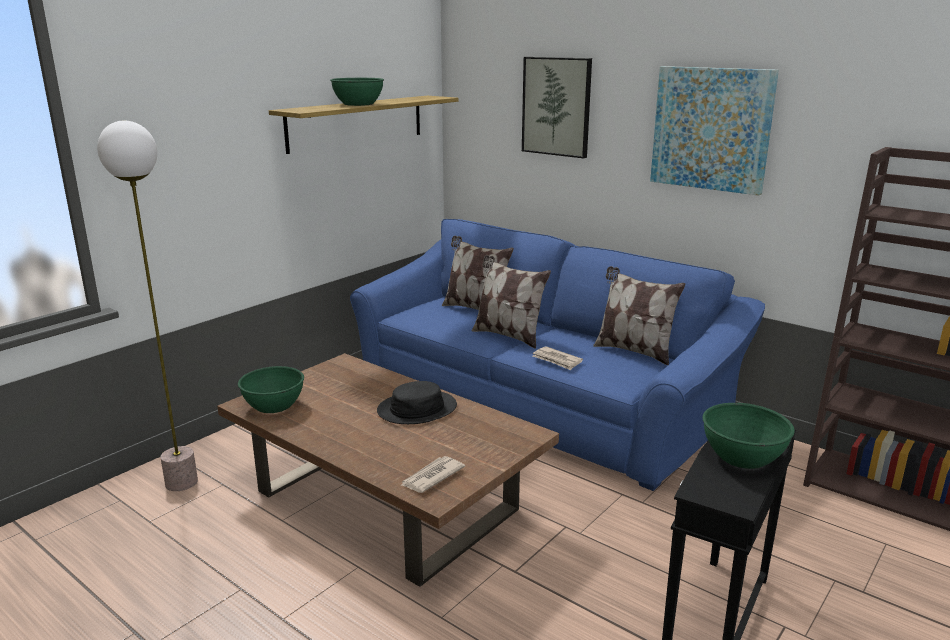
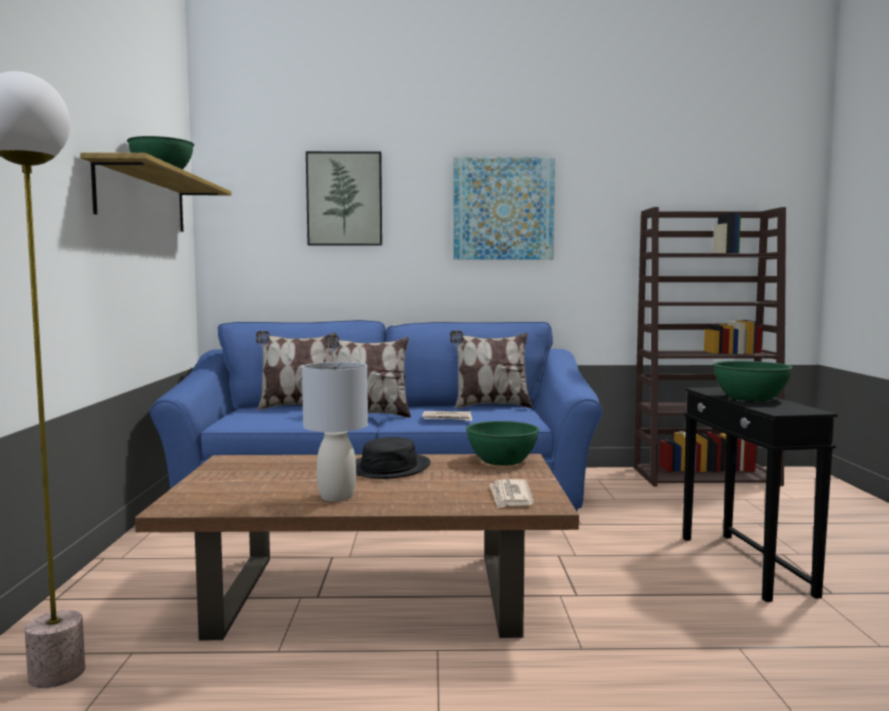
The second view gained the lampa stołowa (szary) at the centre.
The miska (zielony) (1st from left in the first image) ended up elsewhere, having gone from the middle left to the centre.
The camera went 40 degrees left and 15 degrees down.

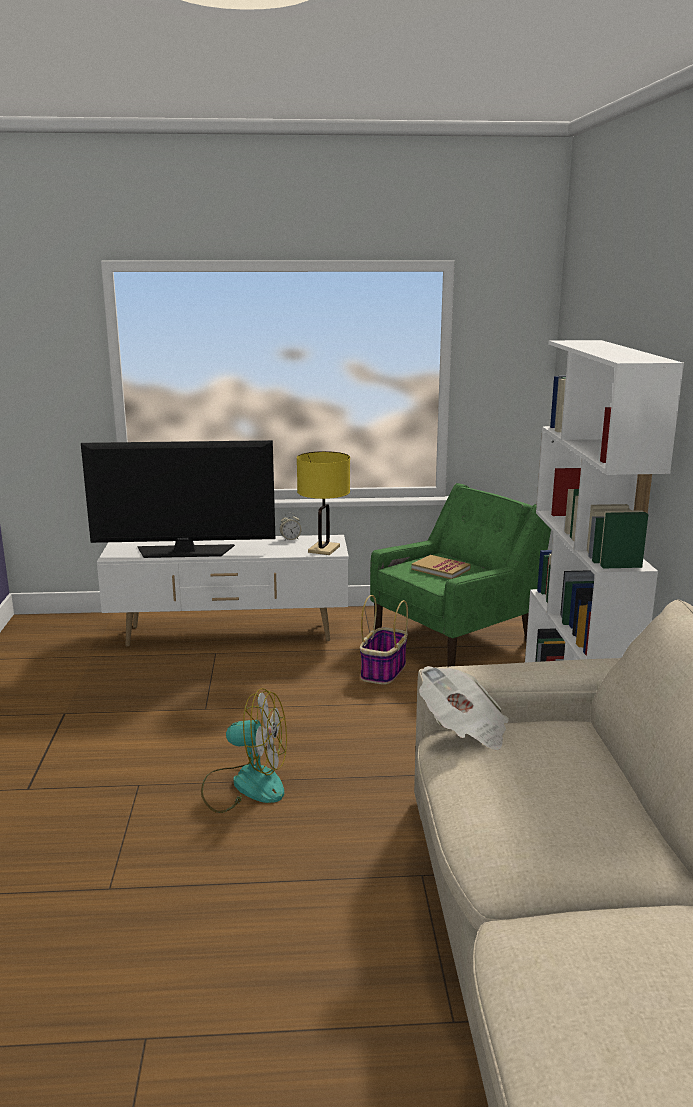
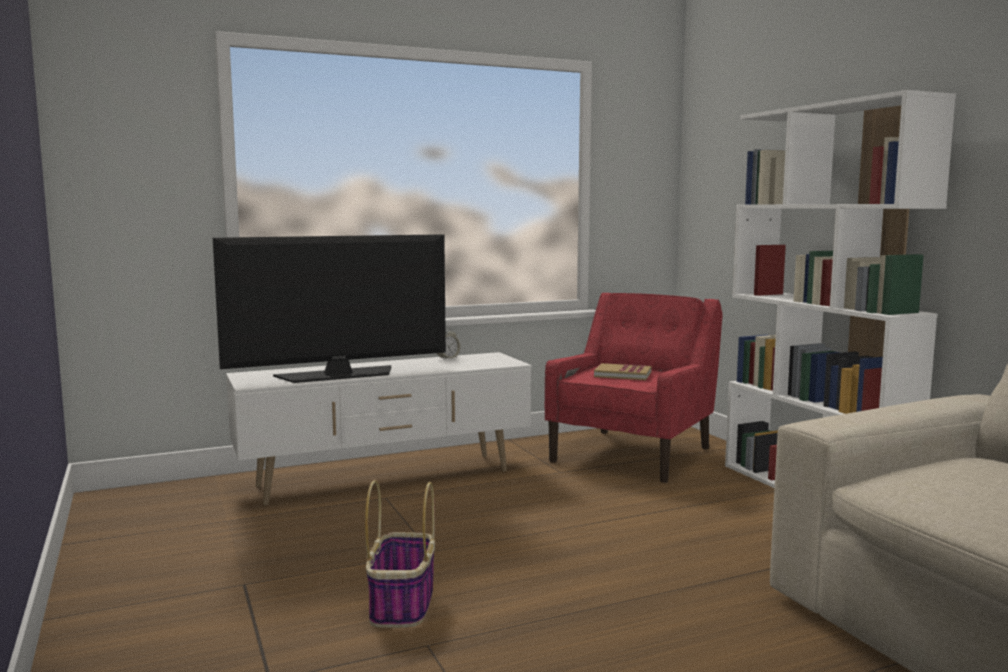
The koszyk ended up elsewhere, having gone from the centre to the bottom centre.
What was the fotel (zielony) at the centre turned into the fotel (czerwony) at the centre.
The second view lost the wentylator at the bottom centre.
The second view lost the lampa stołowa (żółty) at the centre.
The second view lost the gazeta at the middle right.
The camera went 20 degrees left and 10 degrees down.

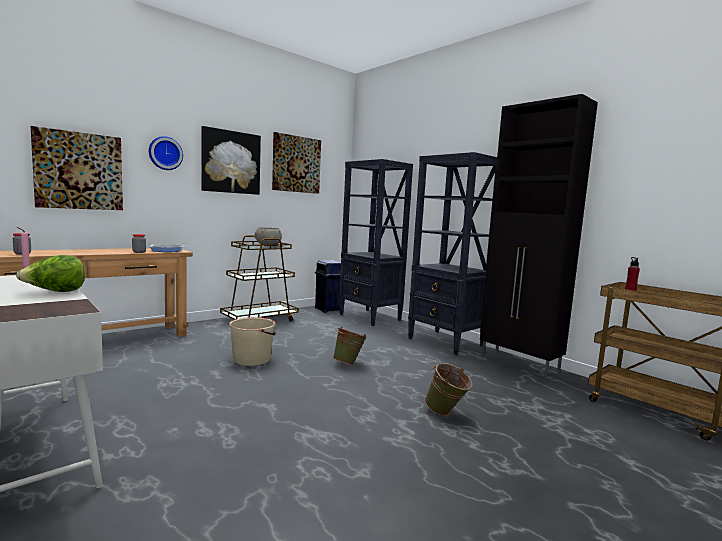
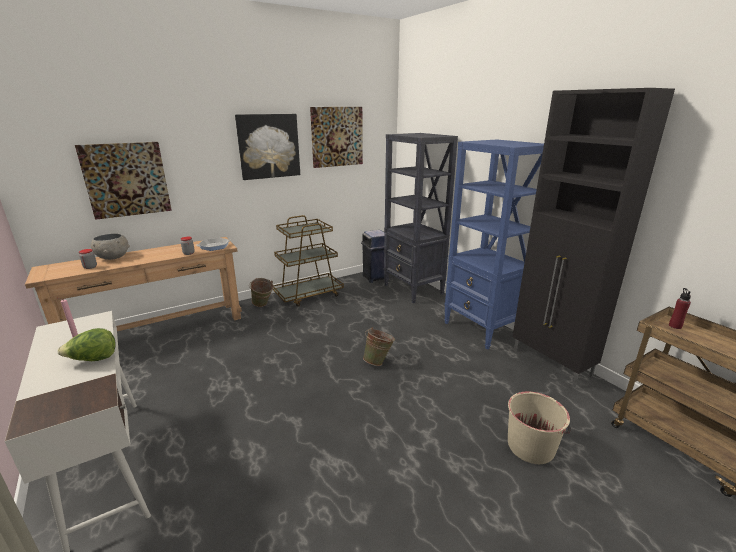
The miska (szary) ended up elsewhere, having gone from the centre to the middle left.
The wiadro (zielony) (2nd from left in the first image) ended up elsewhere, having gone from the bottom centre to the centre.
What was the regał (czarny) (2nd from left) at the centre turned into the regał (niebieski) at the middle right.
The wiadro (beżowy) ended up elsewhere, having gone from the centre to the bottom right.
The second view lost the zegar ścienny at the top left.
The camera went 10 degrees right and 15 degrees up.

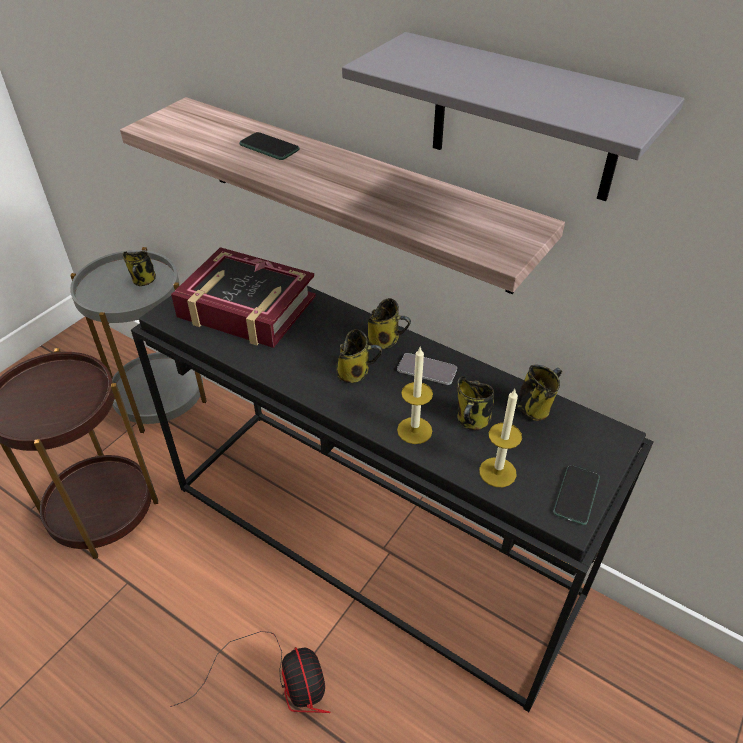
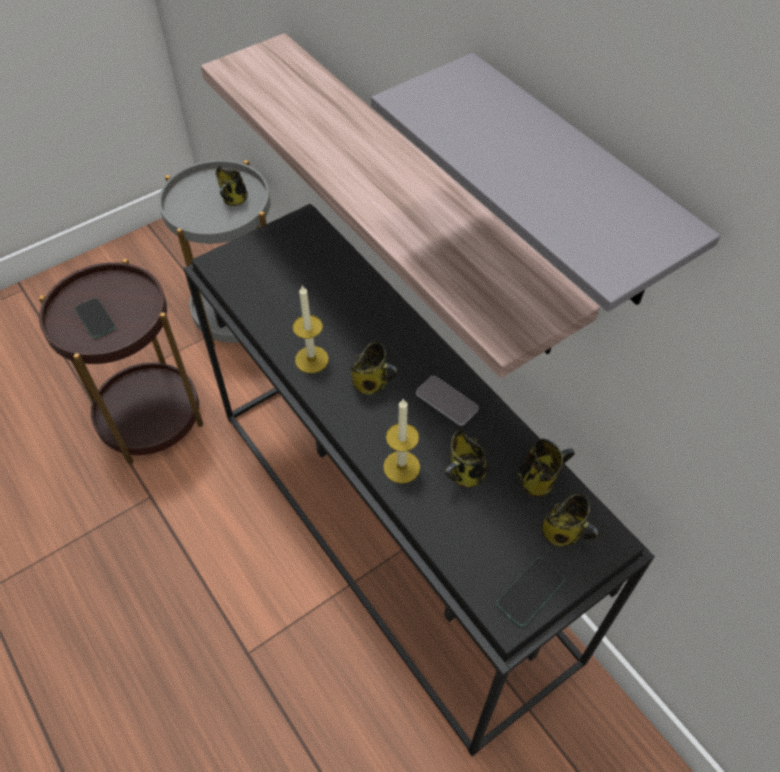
The telefon (1st from left) ended up elsewhere, having gone from the top centre to the middle left.
The świeca (2nd from left in the first image) ended up elsewhere, having gone from the middle right to the centre.
The kubek (3rd from left in the first image) ended up elsewhere, having gone from the centre to the bottom right.
The second view lost the wentylator at the bottom centre.
The second view lost the książka at the middle left.
The camera went 20 degrees right and 10 degrees up.

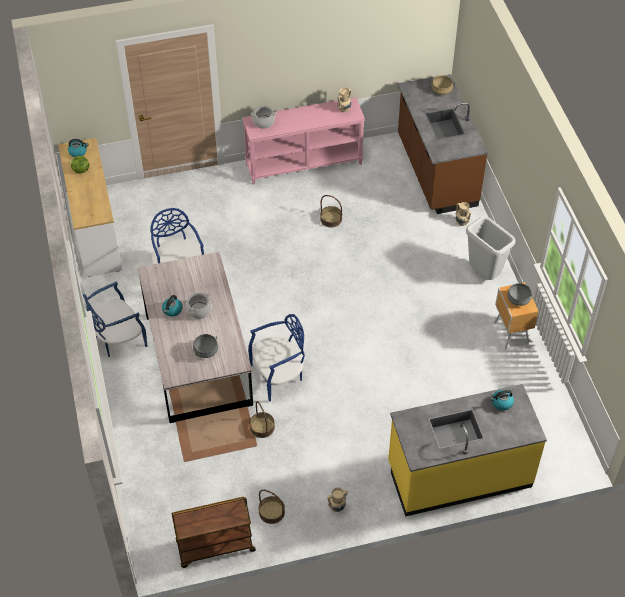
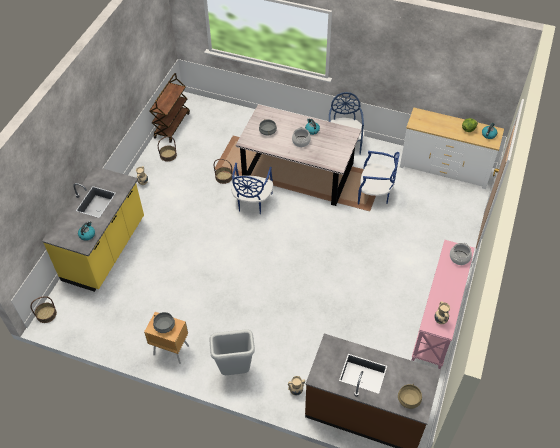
The koszyk (3rd from left in the first image) ended up elsewhere, having gone from the centre to the bottom left.
The camera went 125 degrees right and 0 degrees up.

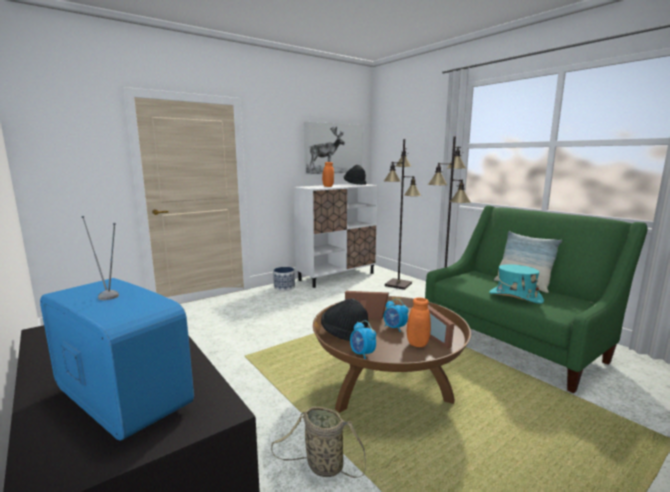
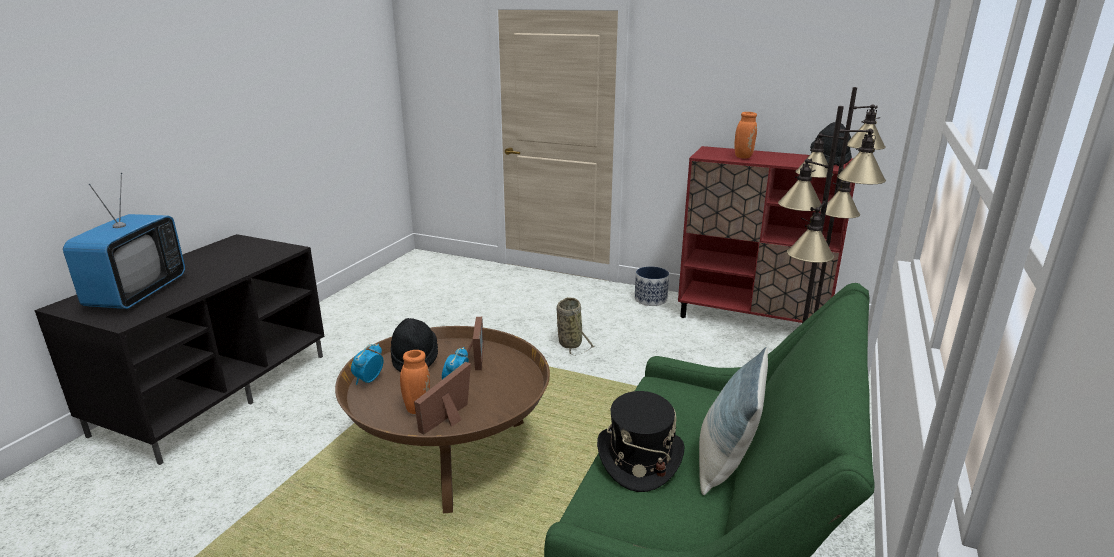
The koszyk ended up elsewhere, having gone from the bottom centre to the centre.
What was the kapelusz (turkusowy) at the middle right turned into the kapelusz (czarny) (2nd from left) at the bottom centre.
What was the szafka (biały) at the centre turned into the szafka (czerwony) at the middle right.
The second view lost the obraz at the top centre.
The camera went 60 degrees right and 10 degrees up.

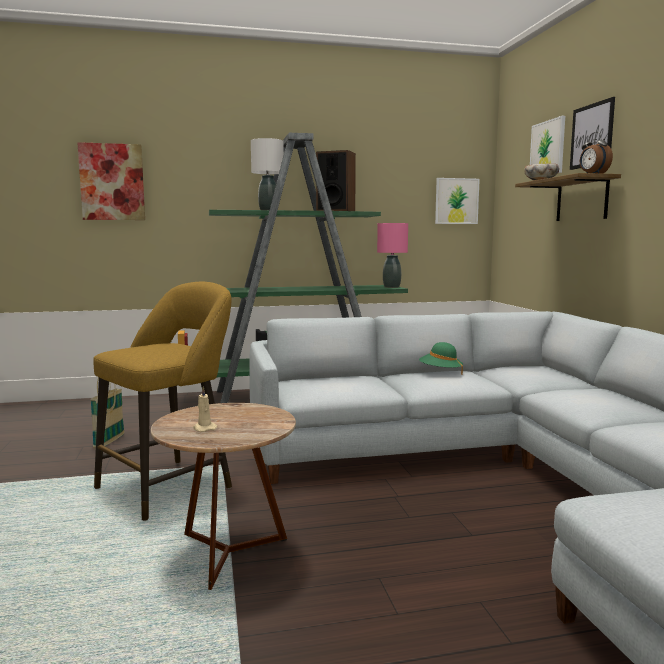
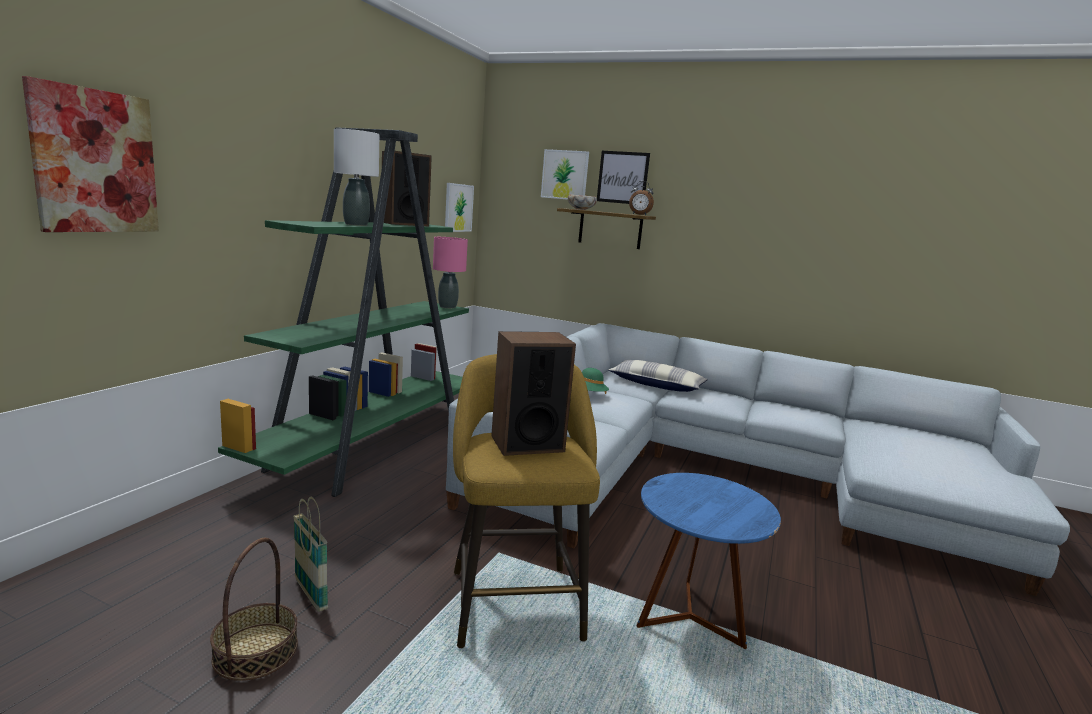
The second view gained the koszyk (1st from left) at the bottom left.
The second view gained the głośnik (2nd from left) at the centre.
The second view gained the poduszka at the centre.
What was the stolik (brązowy) at the bottom centre turned into the stolik (niebieski) at the bottom centre.
The second view lost the świeca (beżowy) at the middle left.
The camera went 55 degrees left and 5 degrees up.

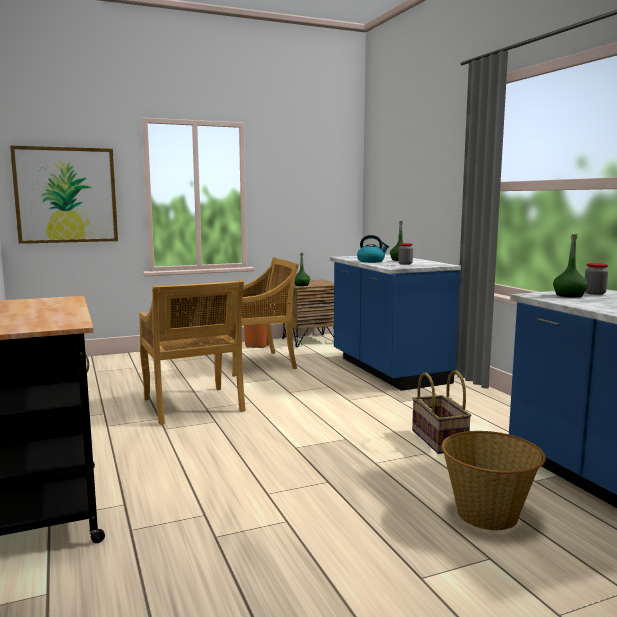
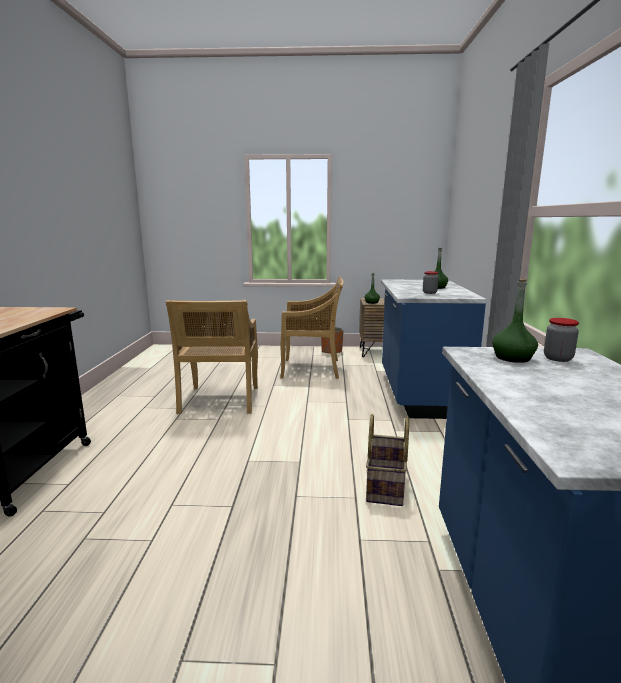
The second view lost the obraz at the top left.
The second view lost the czajnik at the centre.
The second view lost the koszyk (2nd from left) at the bottom right.
The camera went 25 degrees right and 5 degrees up.

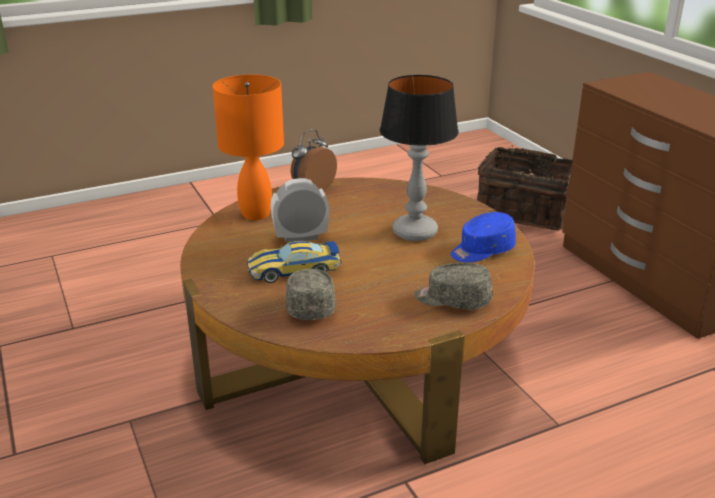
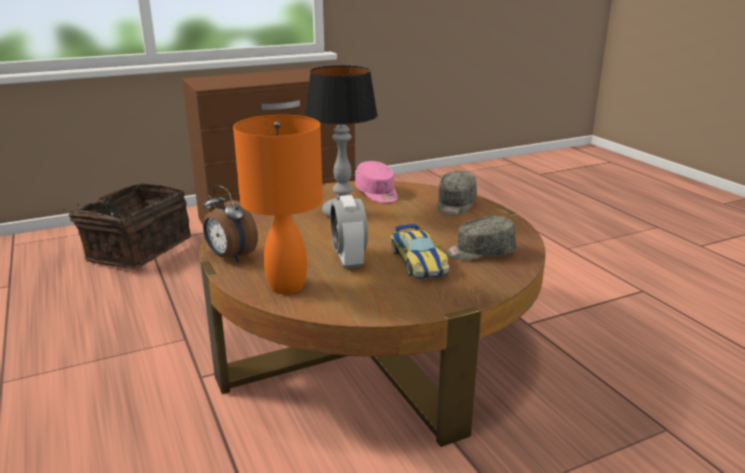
What was the czapka z daszkiem (niebieski) at the middle right turned into the czapka z daszkiem (różowy) at the centre.
The camera went 90 degrees left and 5 degrees down.

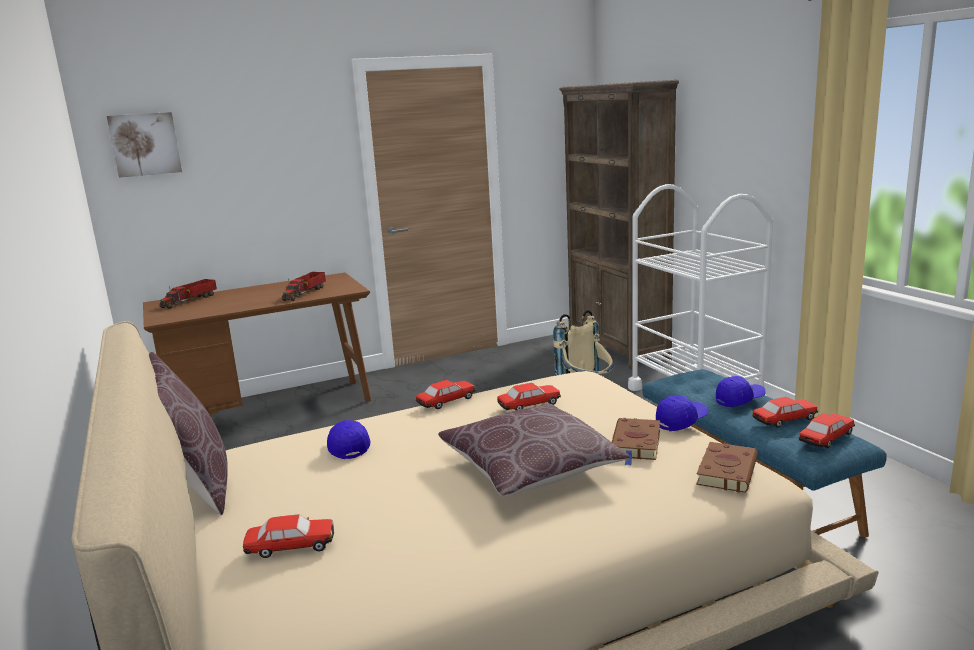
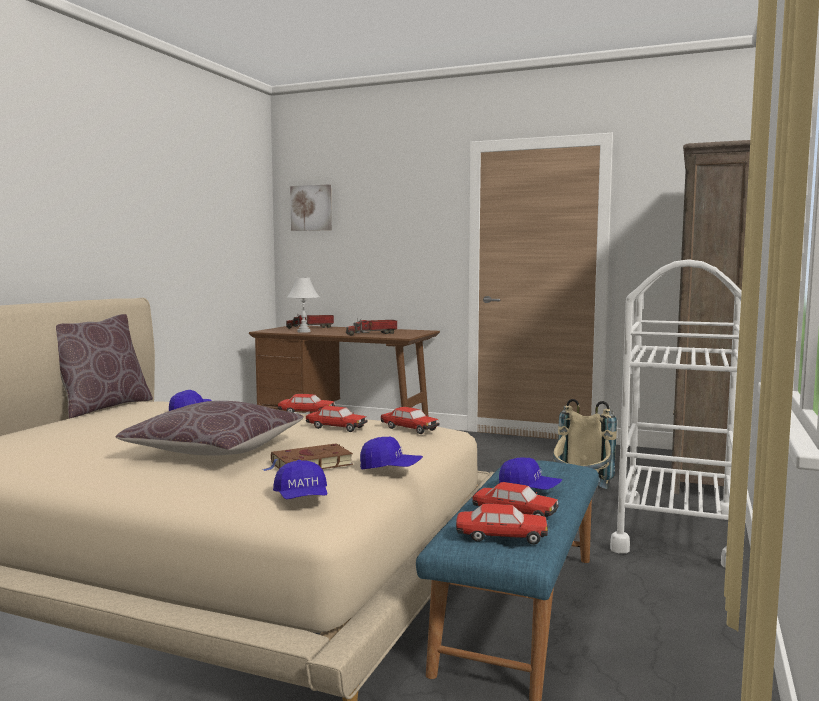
Where the książka (brązowy) (2nd from left) stood at the bottom right, the czapka z daszkiem (niebieski) (2nd from left) came to stand at the bottom centre.
The second view gained the lampa stołowa (biały) at the centre.
The samochodzik (1st from left in the first image) ended up elsewhere, having gone from the bottom left to the centre.
The camera went 45 degrees right and 10 degrees down.

